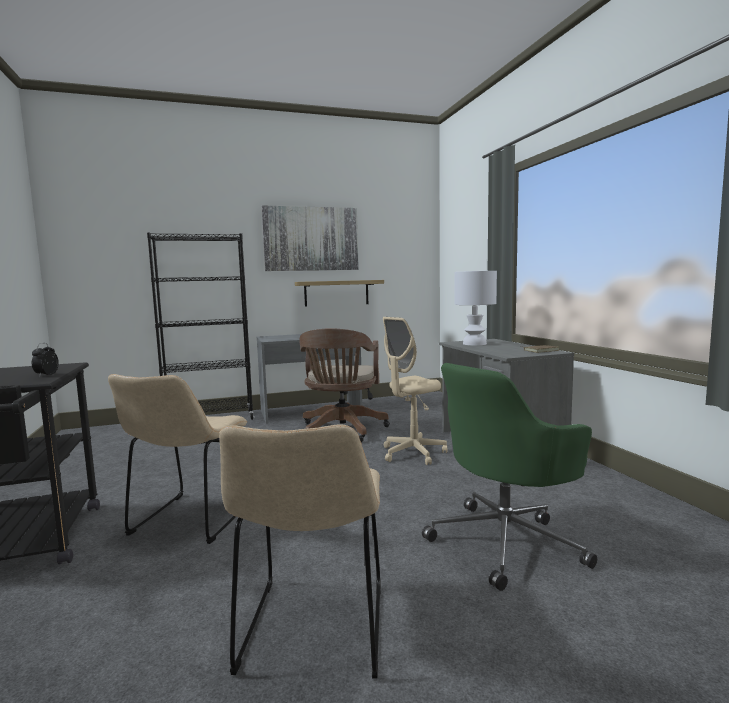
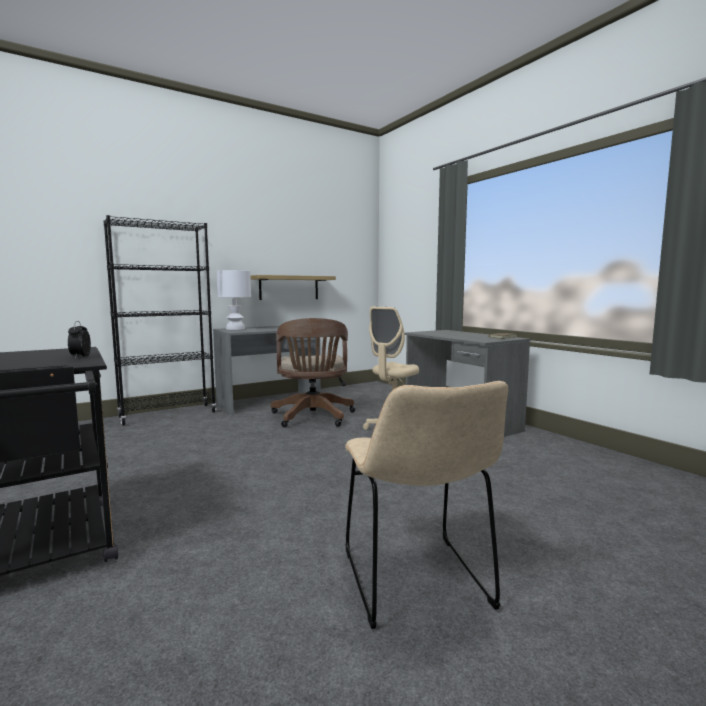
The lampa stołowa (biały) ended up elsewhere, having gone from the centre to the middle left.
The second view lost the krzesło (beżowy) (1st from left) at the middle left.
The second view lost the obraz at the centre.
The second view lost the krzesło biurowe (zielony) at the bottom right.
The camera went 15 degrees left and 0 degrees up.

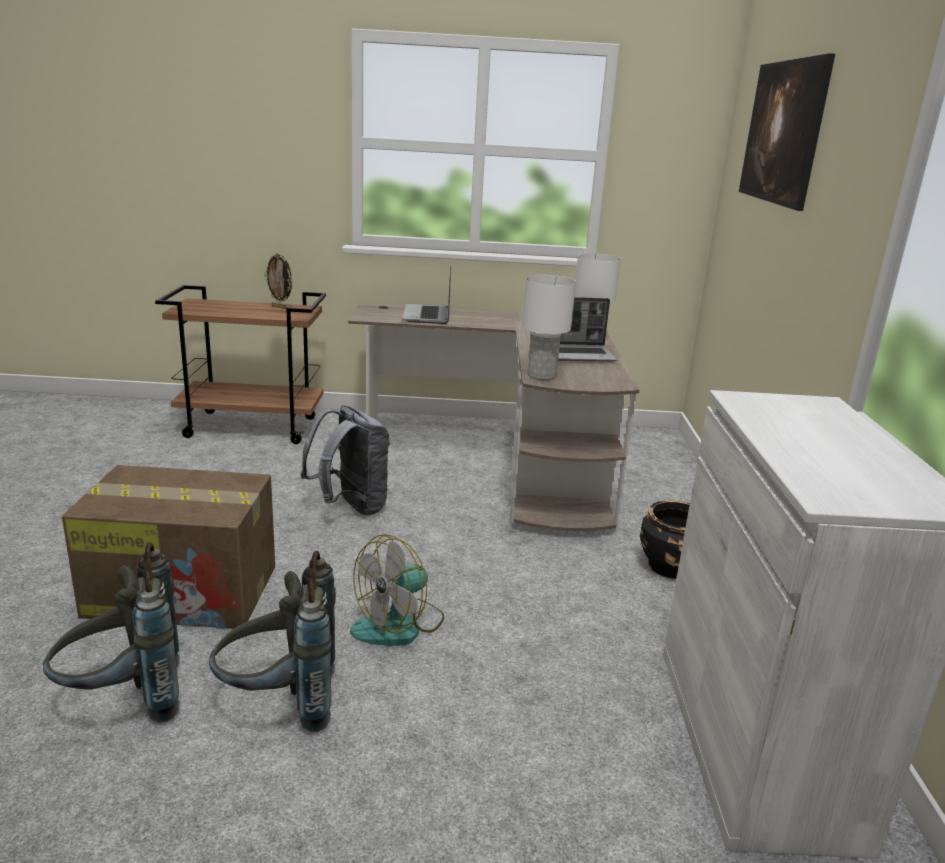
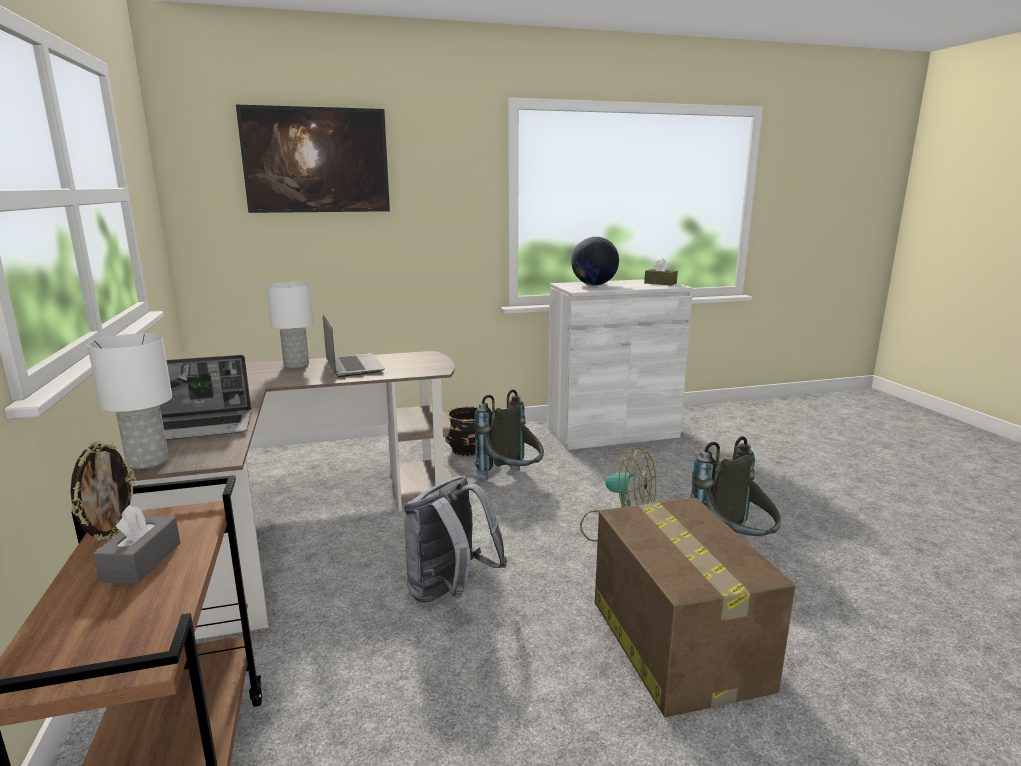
The lampa stołowa (biały) (1st from left) ended up elsewhere, having gone from the centre to the middle left.
The second view gained the pudełko chusteczek (szary) at the bottom left.
The plecak (szary) (1st from left in the first image) ended up elsewhere, having gone from the bottom left to the centre.
The second view gained the globus at the centre.
The second view gained the pudełko chusteczek (brązowy) at the centre.
The camera went 105 degrees left and 5 degrees down.

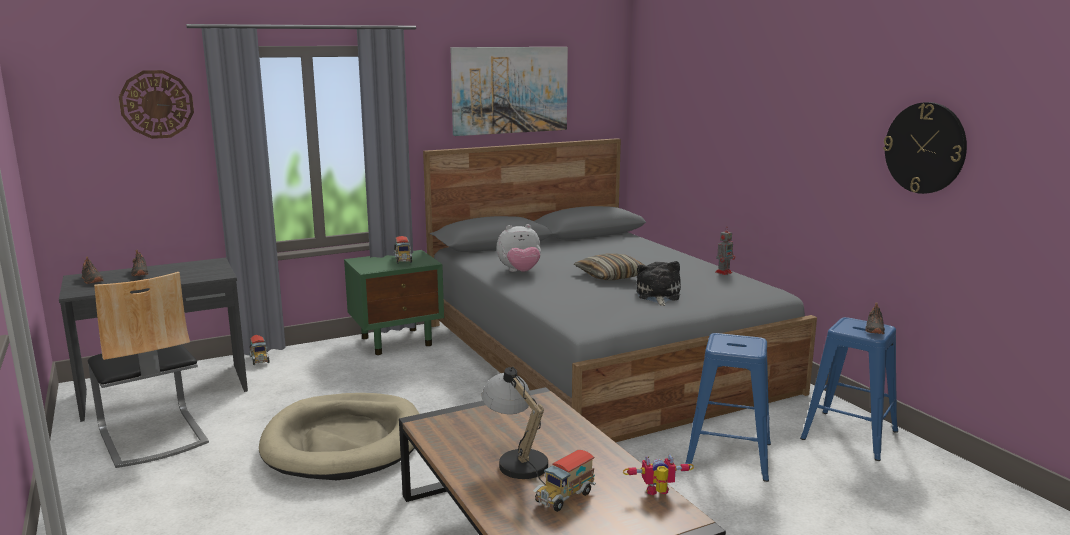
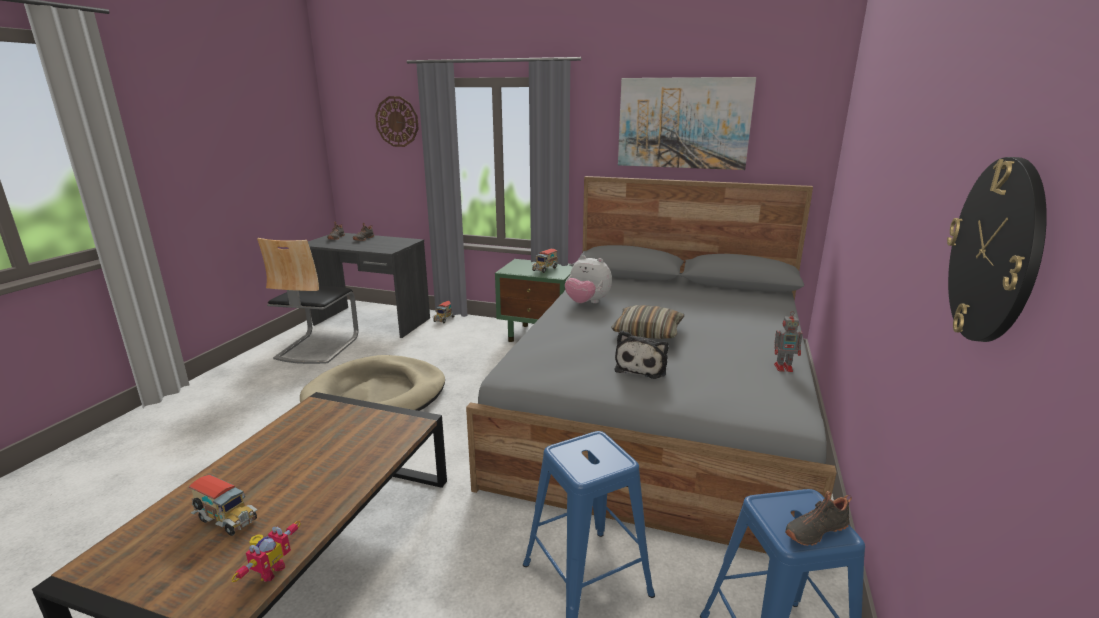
The ciężarówka zabawkowa (3rd from left in the first image) at the bottom centre ended up facing another way, 150 degrees counterclockwise from before.
The robot zabawkowy (1st from left) at the bottom centre ended up facing another way, 75 degrees clockwise from before.
The pluszak (2nd from left) at the centre ended up facing another way, 150 degrees clockwise from before.
The second view lost the lampa stołowa at the bottom centre.
The camera went 45 degrees right and 5 degrees up.

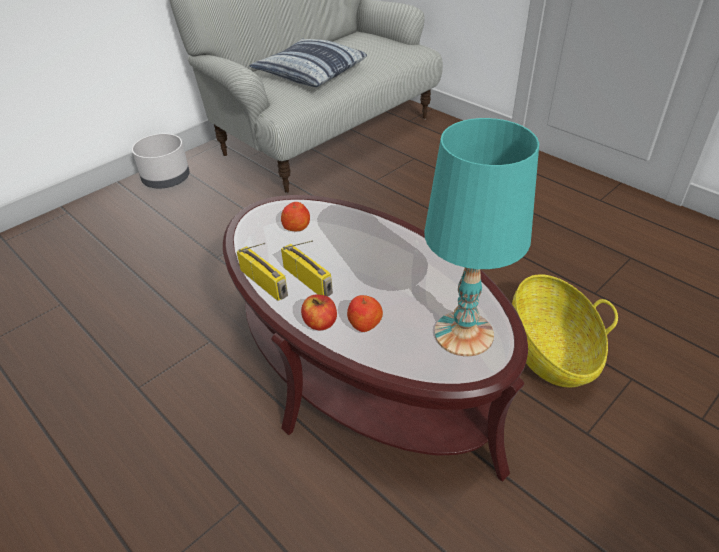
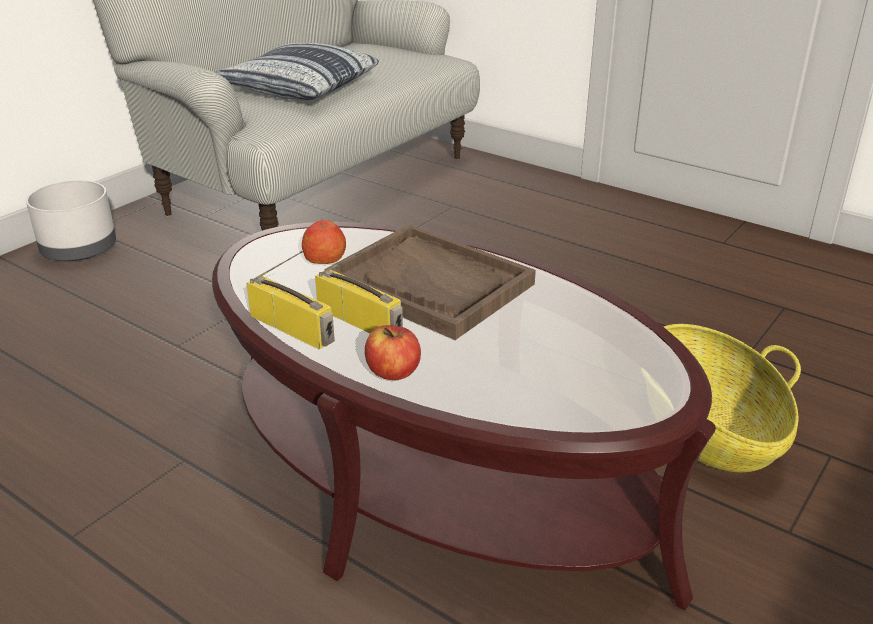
The second view gained the taca (brązowy) at the centre.
The second view lost the jabłko (3rd from left) at the centre.
The second view lost the lampa stołowa (turkusowy) at the middle right.
The camera went 10 degrees left and 10 degrees down.

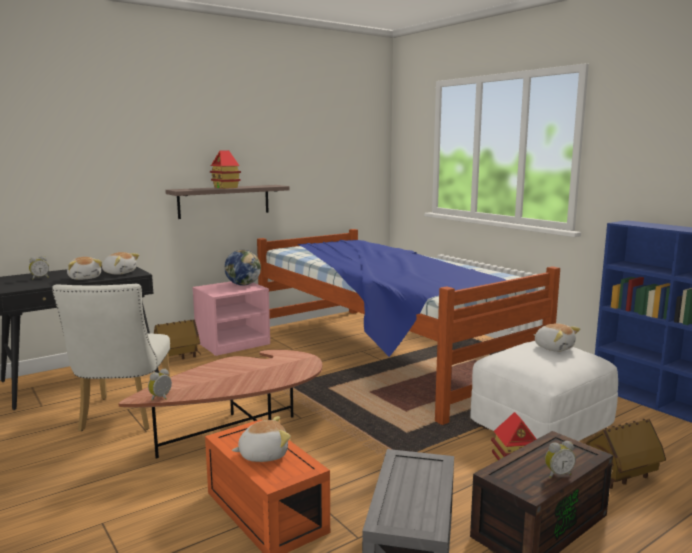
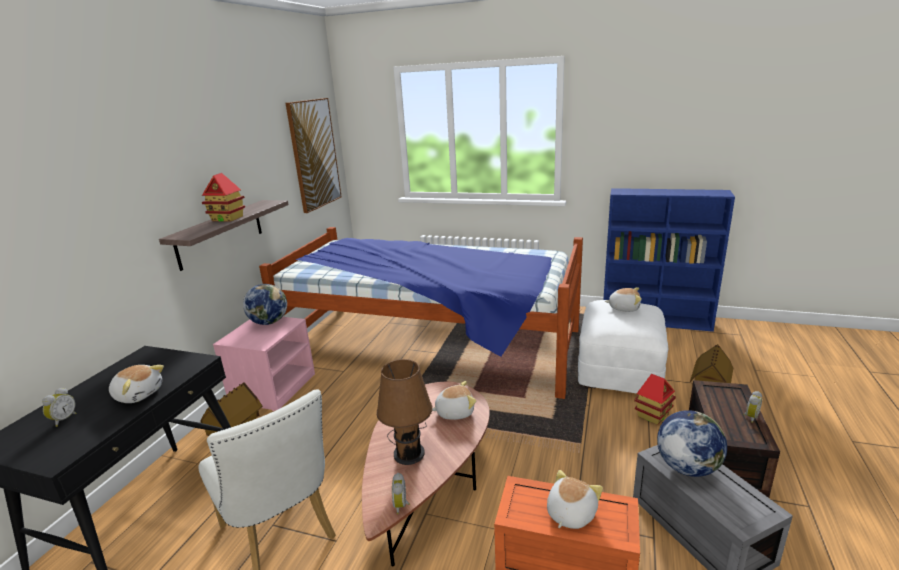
The second view gained the obraz at the top centre.
The second view gained the lampa stołowa (brązowy) at the bottom centre.
The pluszak (2nd from left) ended up elsewhere, having gone from the middle left to the bottom centre.
The second view gained the globus (2nd from left) at the bottom right.
The camera went 35 degrees left and 10 degrees up.

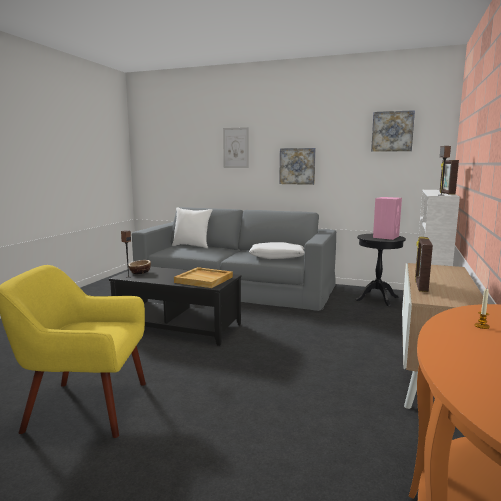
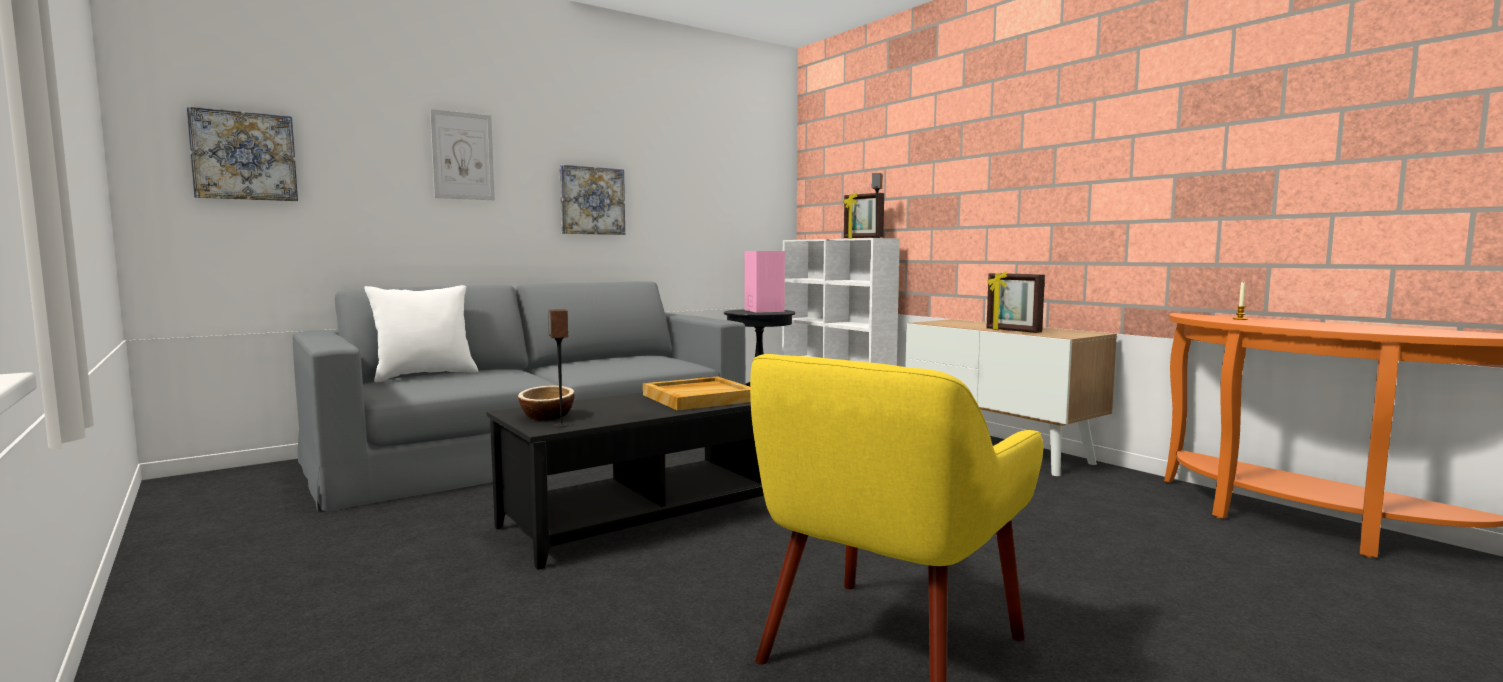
The obraz (3rd from left in the first image) ended up elsewhere, having gone from the top right to the top left.
The second view lost the poduszka (biały) (2nd from left) at the centre.
The camera went 55 degrees left and 5 degrees down.

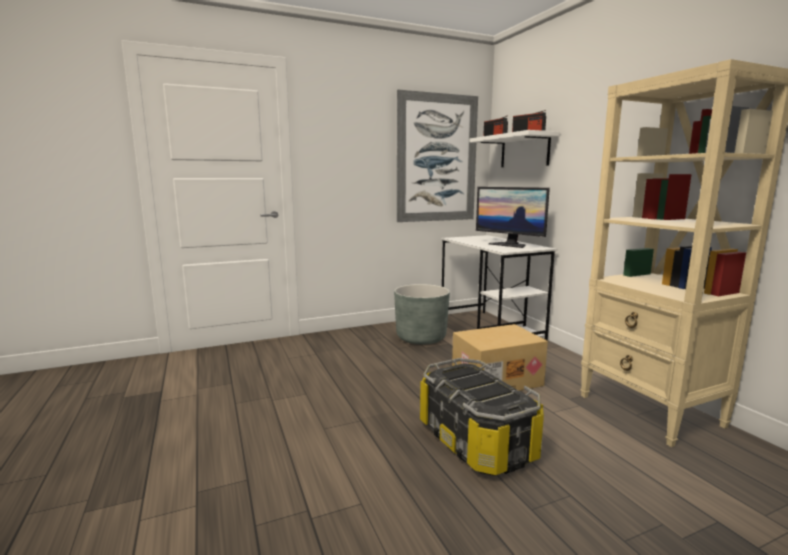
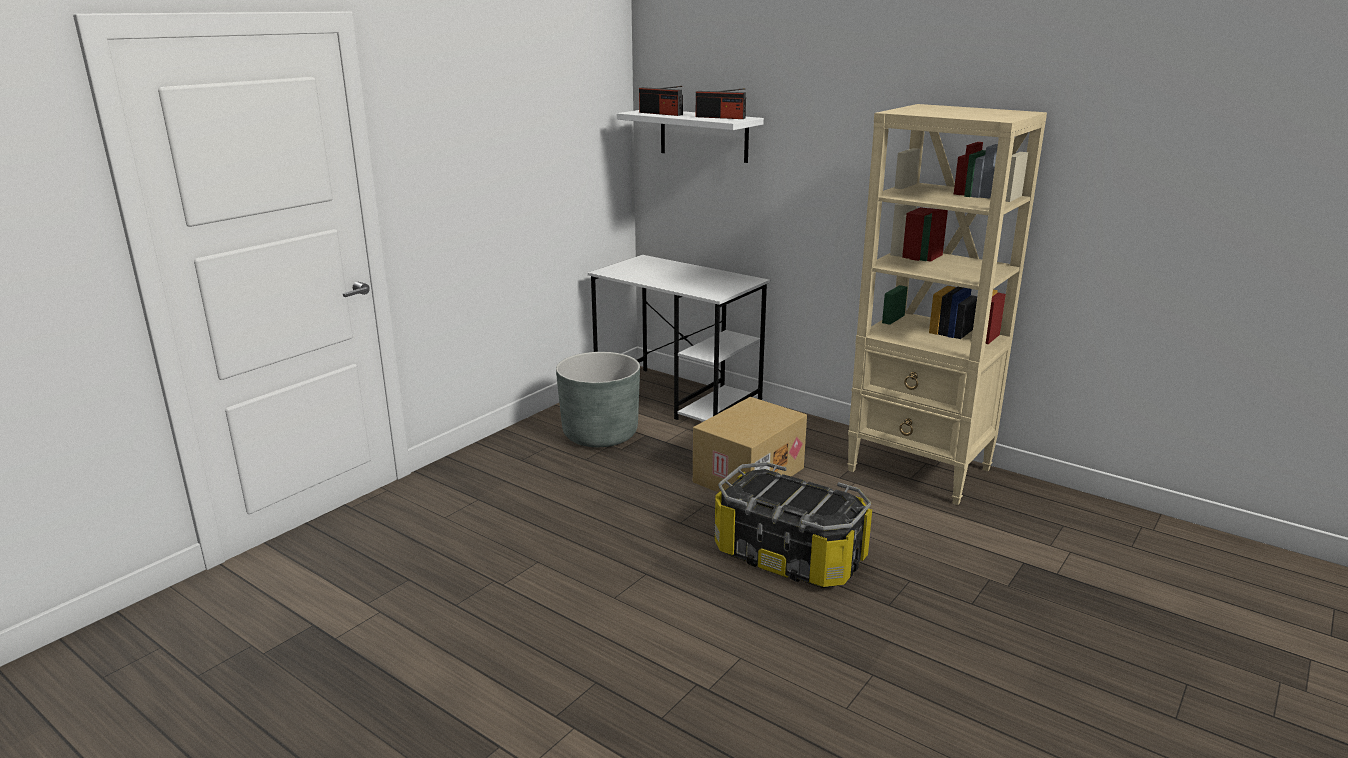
The second view lost the obraz at the top centre.
The second view lost the monitor at the centre.
The camera went 30 degrees left and 10 degrees up.

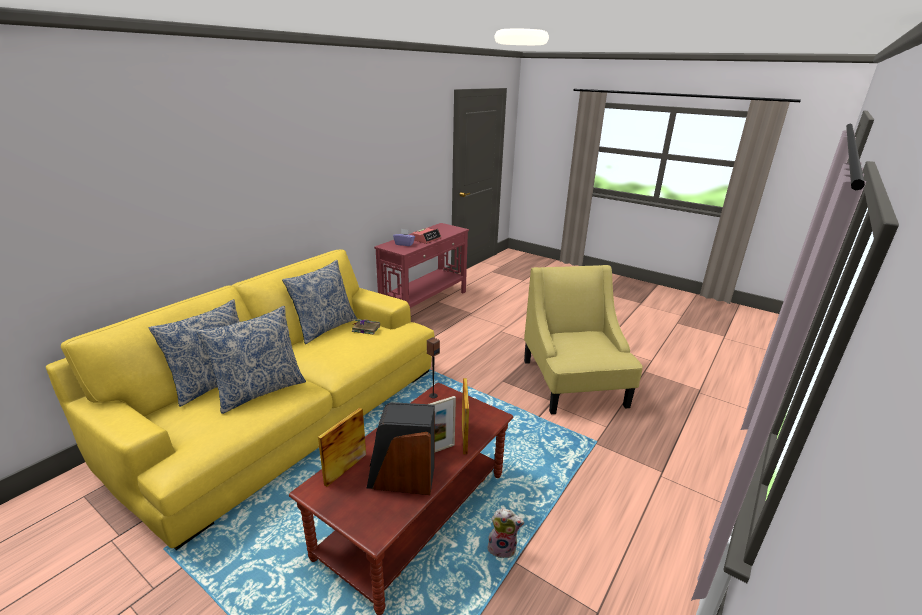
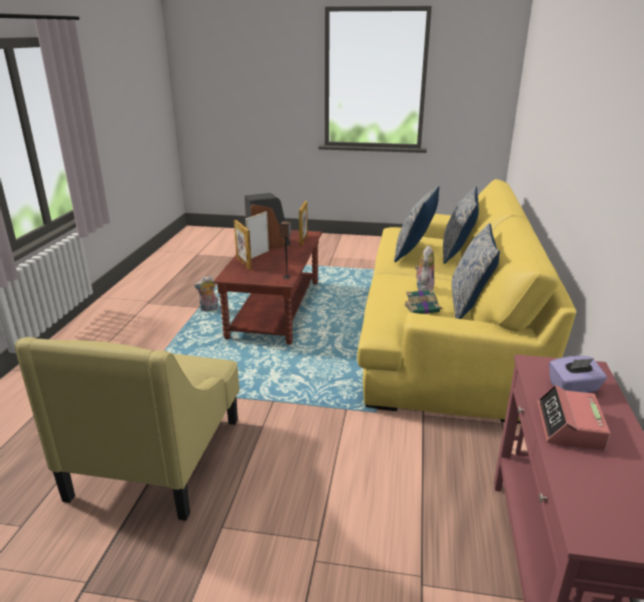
The fotel (żółty) at the centre ended up facing another way, 45 degrees clockwise from before.
The second view gained the pluszak (2nd from left) at the centre.
The camera went 155 degrees right and 0 degrees up.

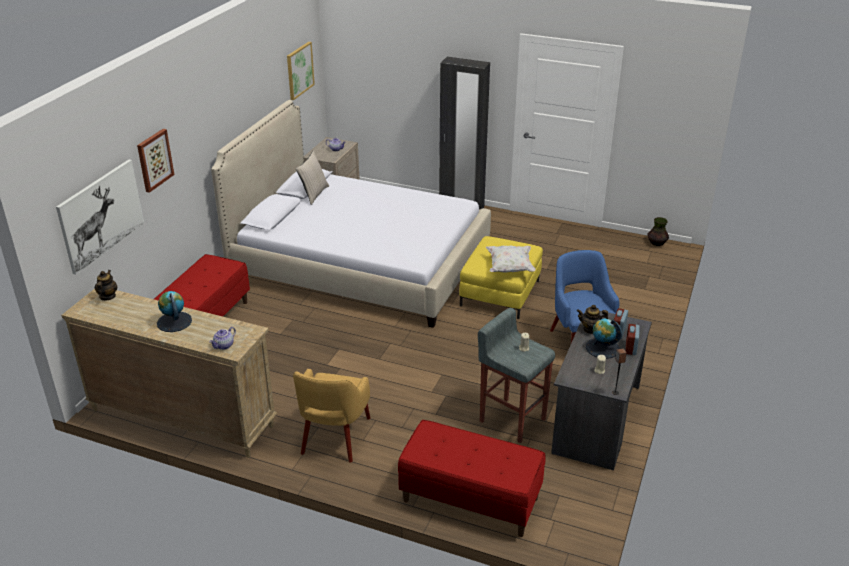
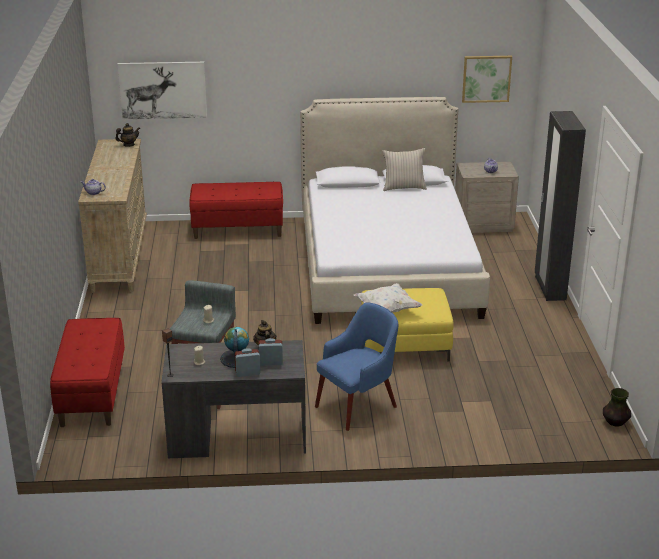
The second view lost the obraz (2nd from left) at the top left.
The second view lost the globus (1st from left) at the middle left.
The second view lost the fotel (żółty) at the bottom centre.
The camera went 65 degrees right and 5 degrees down.

